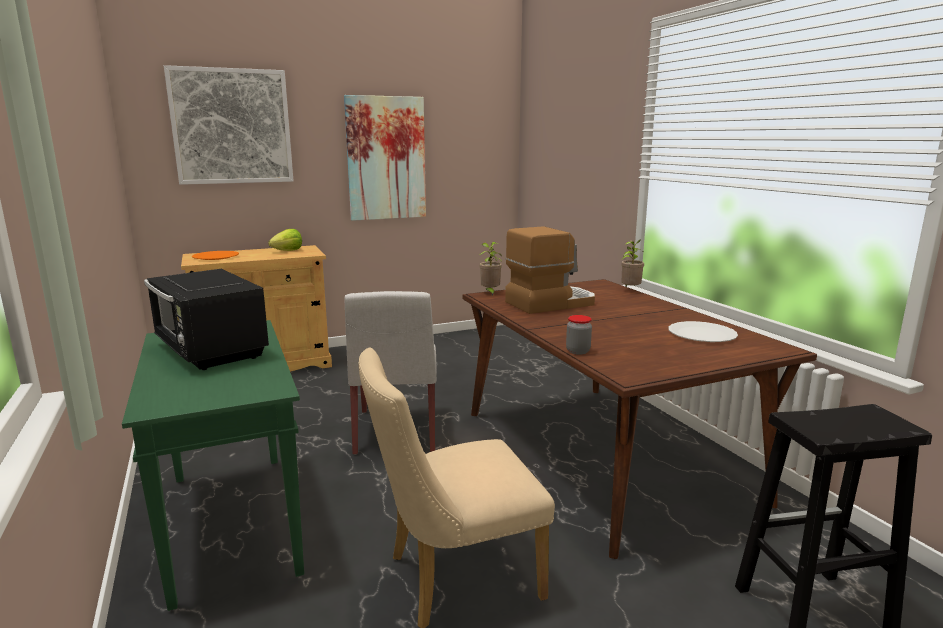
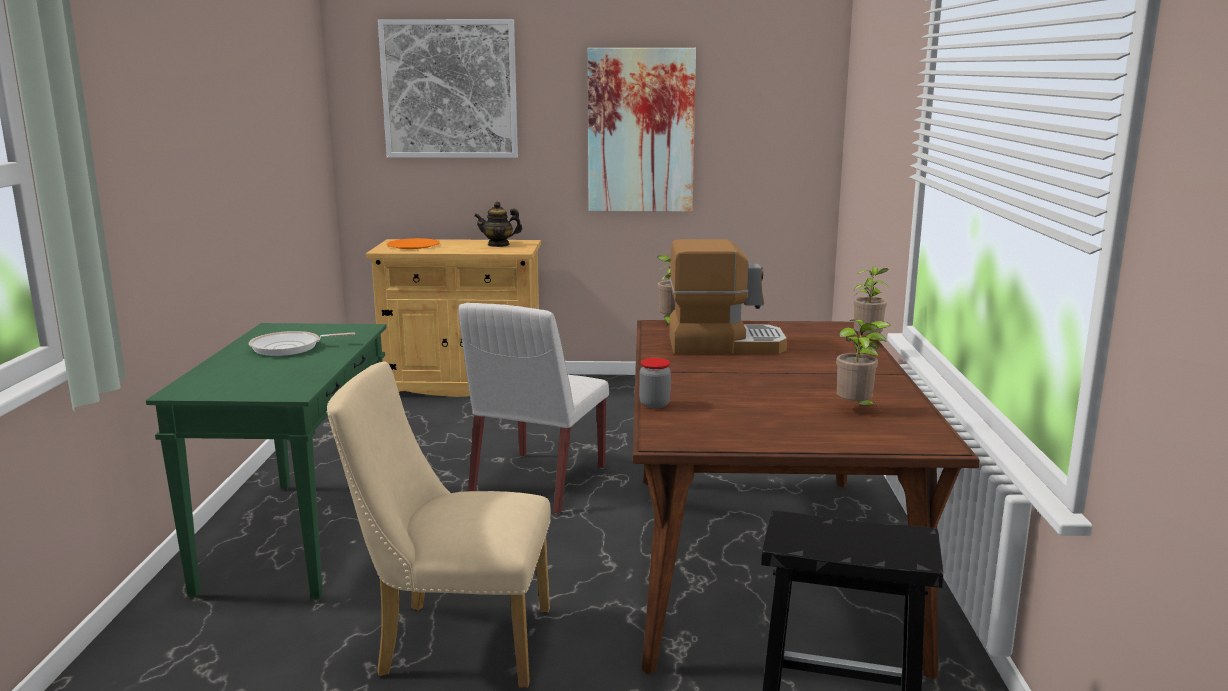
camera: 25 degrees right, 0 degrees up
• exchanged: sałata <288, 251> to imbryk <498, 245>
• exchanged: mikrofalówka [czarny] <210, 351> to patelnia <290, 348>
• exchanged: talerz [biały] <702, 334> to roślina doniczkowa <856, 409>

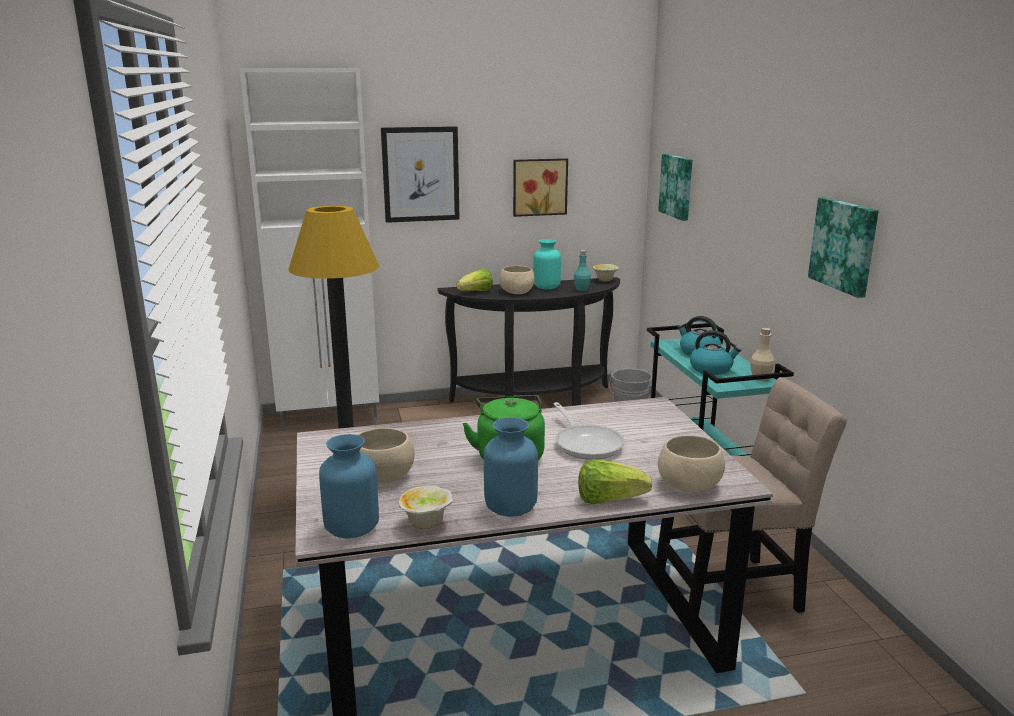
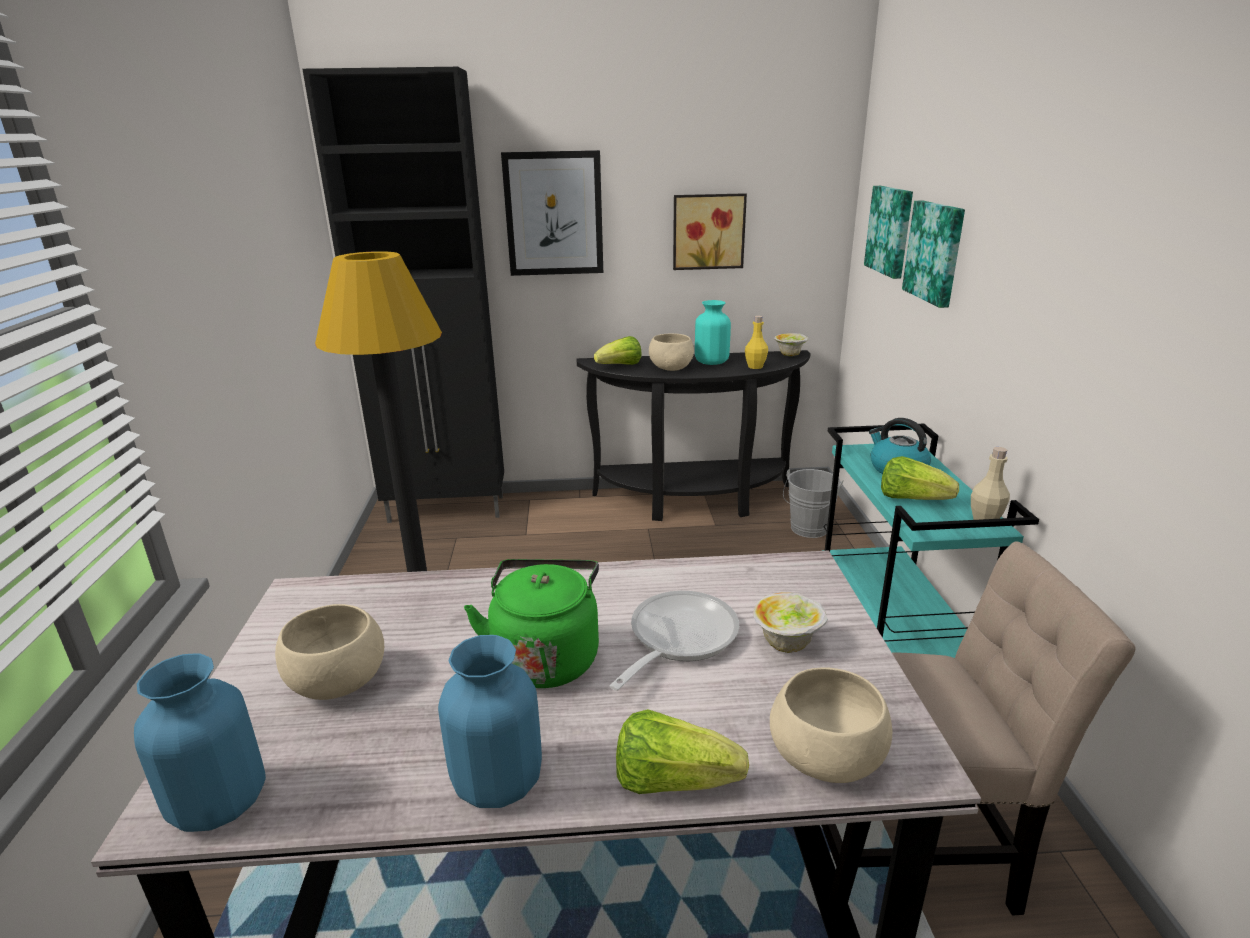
camera: 10 degrees right, 5 degrees up
• colour: szafka [biały] <331, 418> to szafka [czarny] <448, 509>
• relocated: obraz <845, 245> to <935, 252>
• colour: butelka [turkusowy] <581, 289> to butelka [żółty] <755, 367>
• exchanged: czajnik <711, 369> to sałata <911, 499>
• spun: patelnia <586, 443> = <677, 638> 135 degrees counterclockwise
• relocated: miska <427, 524> to <787, 645>

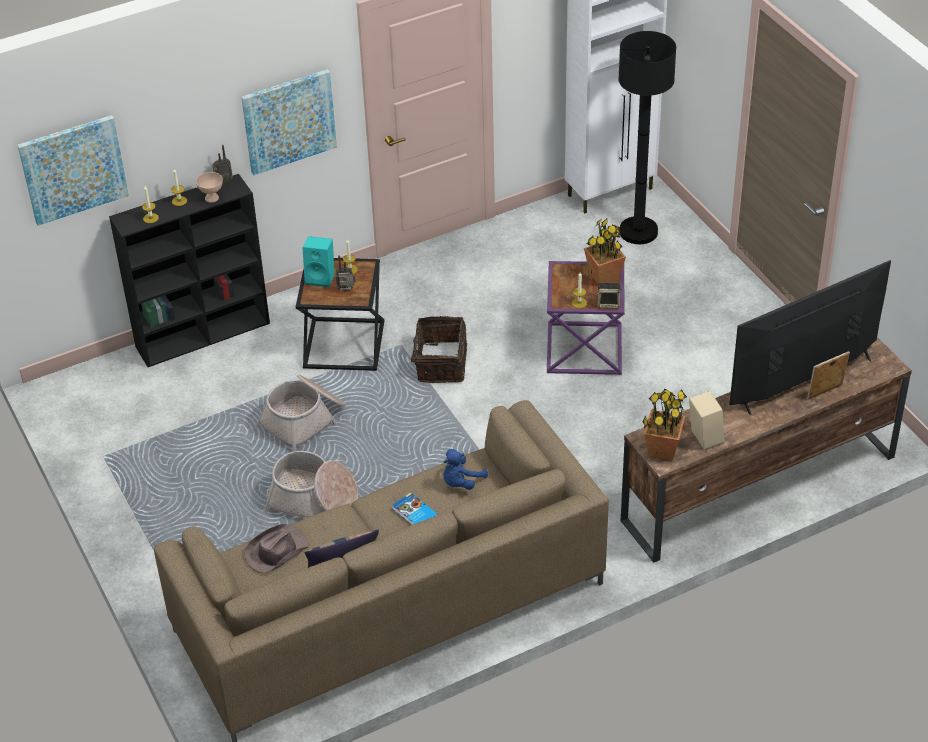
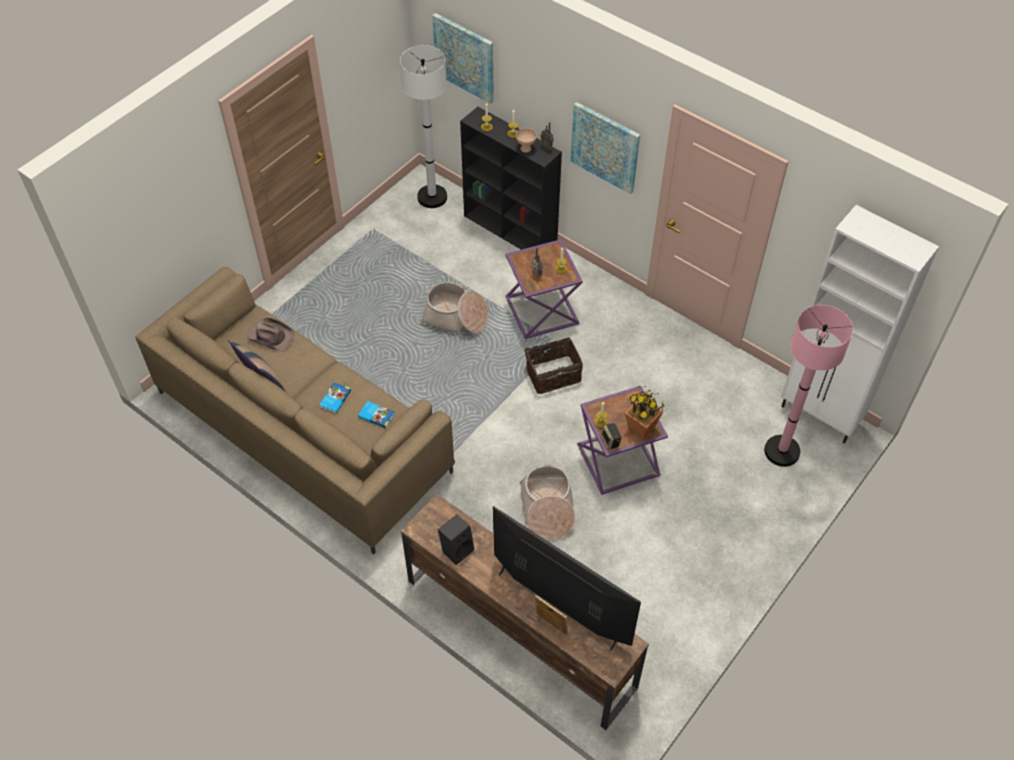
camera: 65 degrees right, 10 degrees up
• colour: lampa stojąca [czarny] <638, 232> to lampa stojąca [różowy] <782, 451>
• missing: głośnik [turkusowy] <321, 277>
• colour: stolik [czarny] <342, 345> to stolik [fioletowy] <540, 310>
• missing: roślina doniczkowa <662, 450>
• colour: głośnik [beżowy] <703, 437> to głośnik [czarny] <457, 549>
• exchanged: pluszak [niebieski] <461, 482> to książka <376, 415>
• relocated: koszyk <313, 500> to <547, 509>
• appeared: lampa stojąca [biały] <432, 197>

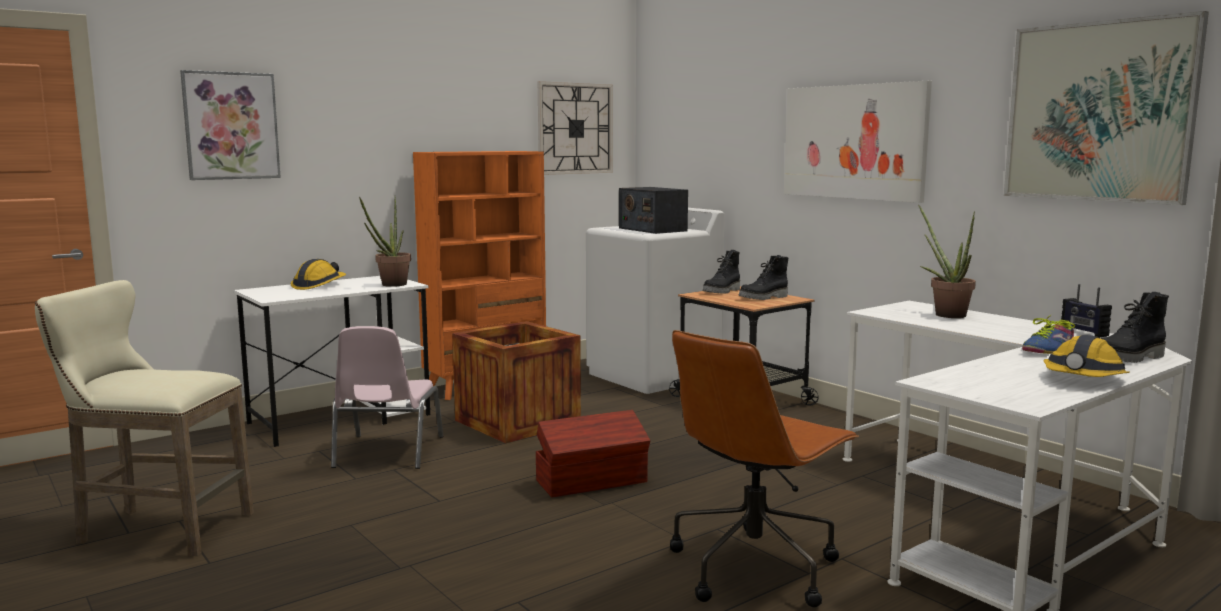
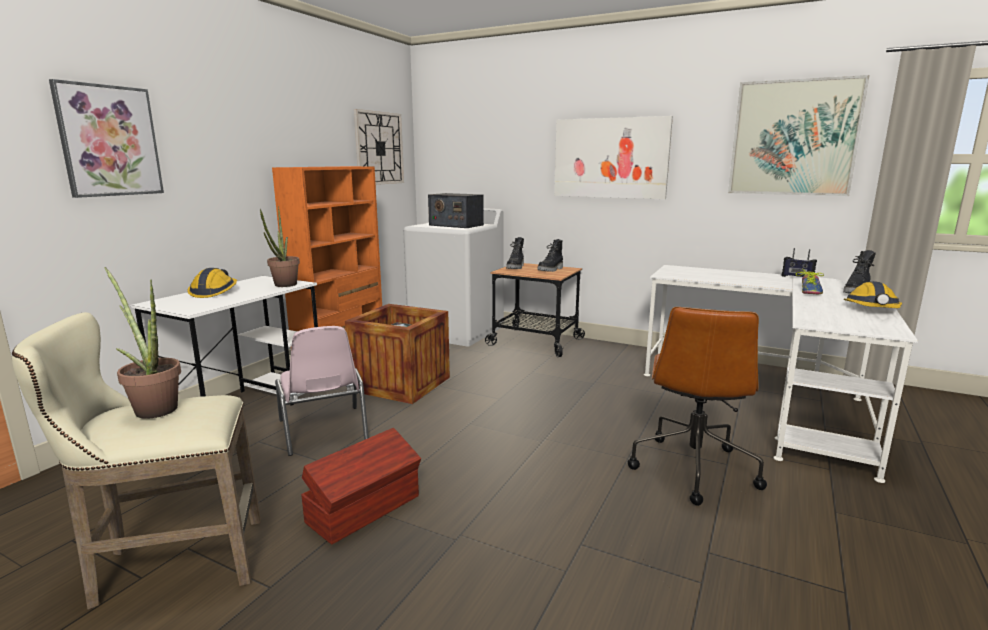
camera: 25 degrees left, 5 degrees up
• relocated: roślina doniczkowa <945, 314> to <153, 408>
• relocated: pojemnik do przechowywania [brązowy] <593, 482> to <365, 509>

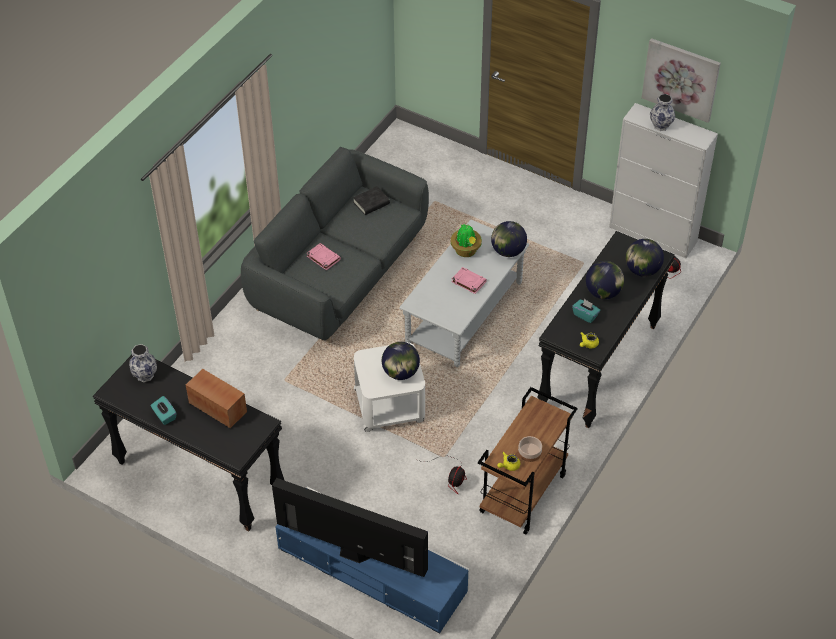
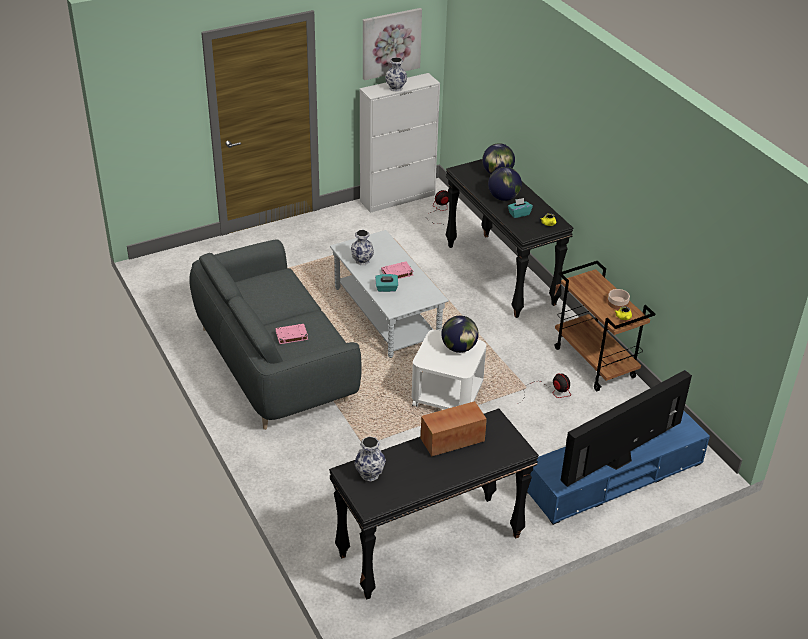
camera: 60 degrees left, 10 degrees down
• missing: książka [czarny] <371, 203>
• missing: globus <508, 251>
• exchanged: roślina doniczkowa <466, 251> to wazon <362, 261>
• relocated: pudełko chusteczek [turkusowy] <164, 416> to <386, 288>

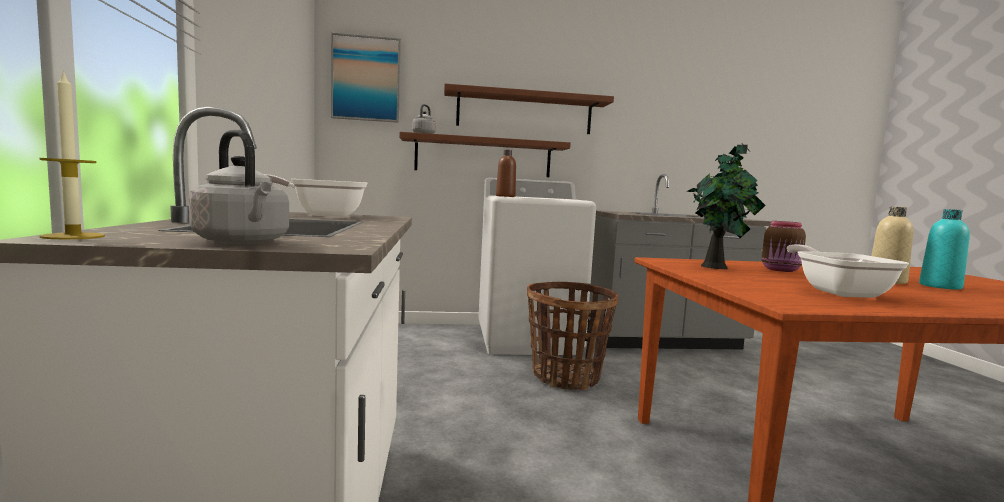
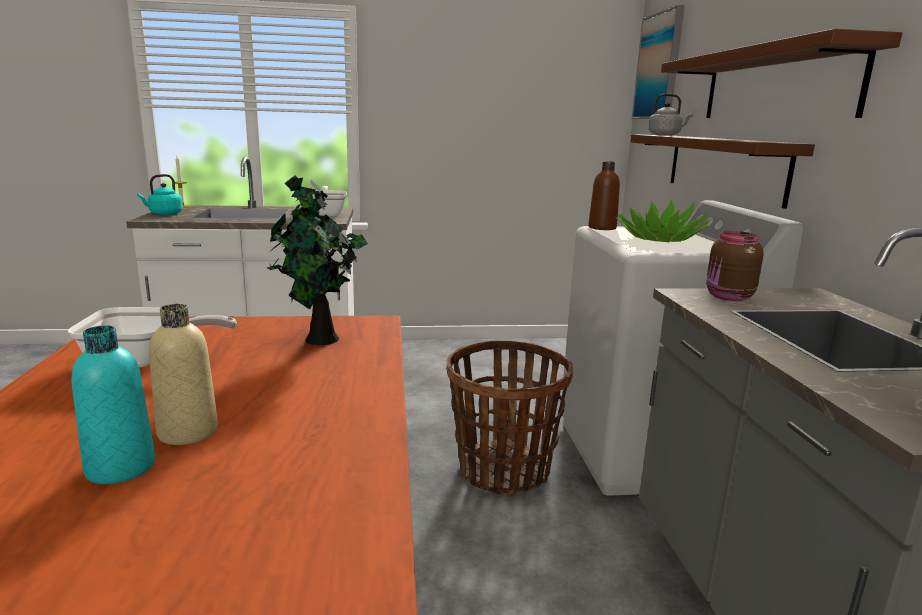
camera: 90 degrees right, 10 degrees up
• colour: czajnik [szary] <244, 242> to czajnik [turkusowy] <164, 214>
• relocated: słoik [brązowy] <781, 270> to <728, 297>
• appeared: roślina doniczkowa <659, 239>

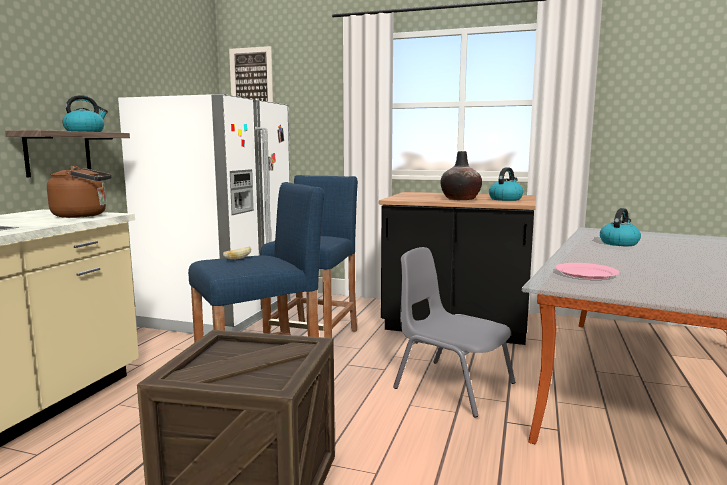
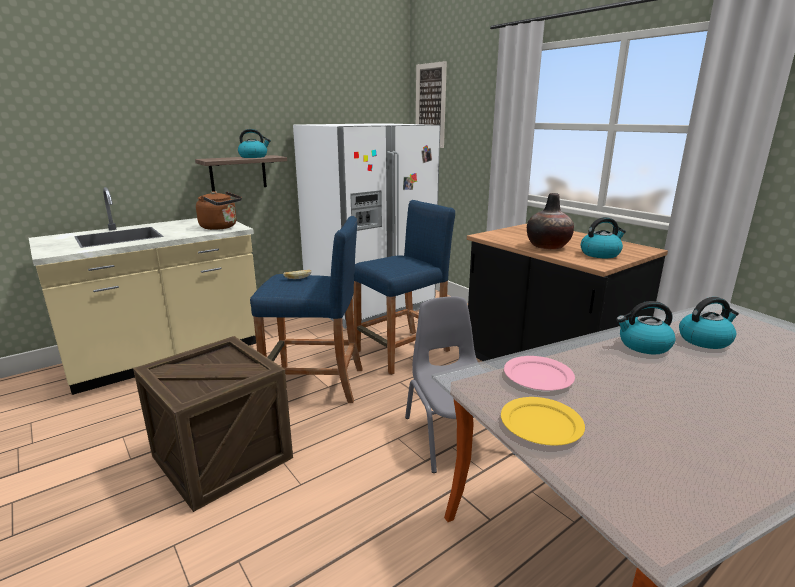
camera: 35 degrees right, 10 degrees up
• appeared: czajnik <643, 345>
• appeared: talerz [żółty] <541, 423>

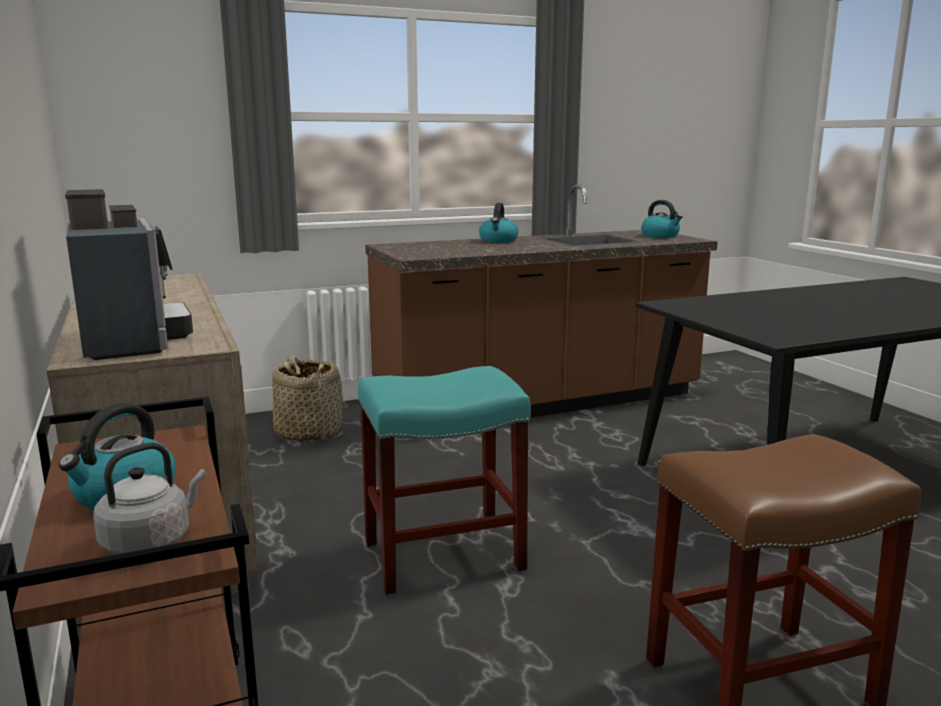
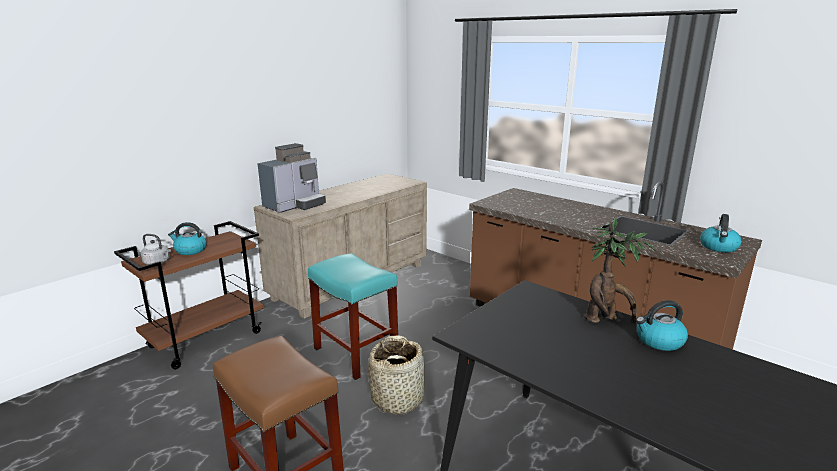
camera: 65 degrees right, 5 degrees up
• relocated: czajnik <498, 241> to <659, 341>
• relocated: koszyk <308, 432> to <398, 398>
• appeared: roślina doniczkowa <605, 319>

